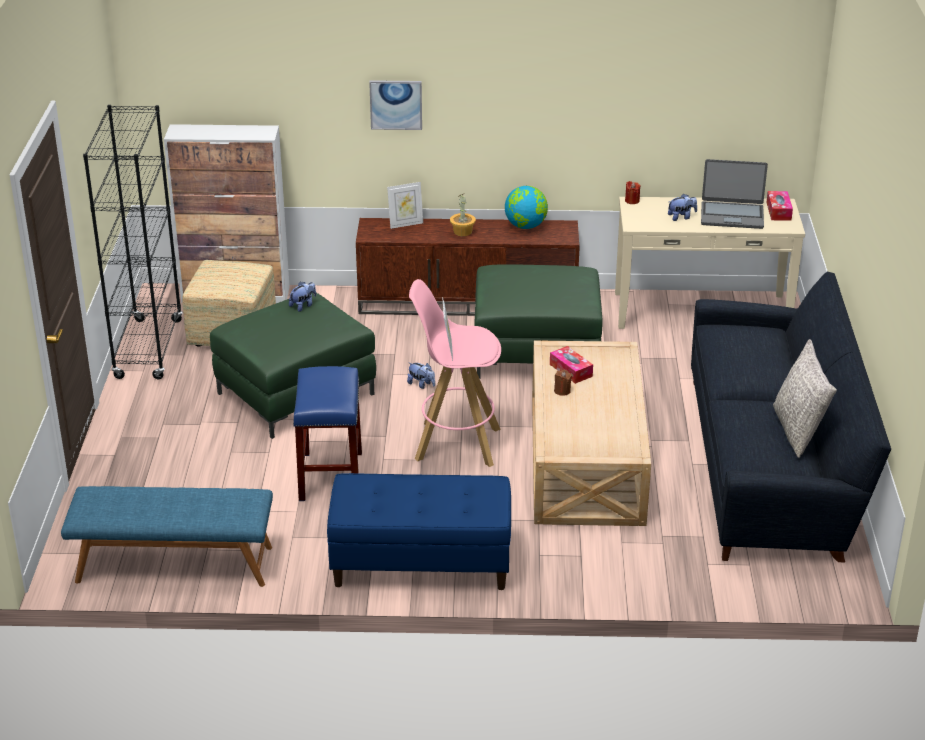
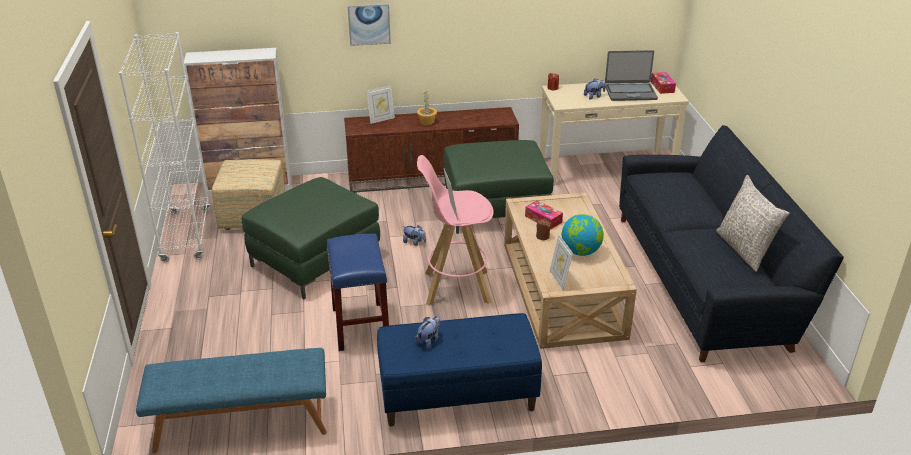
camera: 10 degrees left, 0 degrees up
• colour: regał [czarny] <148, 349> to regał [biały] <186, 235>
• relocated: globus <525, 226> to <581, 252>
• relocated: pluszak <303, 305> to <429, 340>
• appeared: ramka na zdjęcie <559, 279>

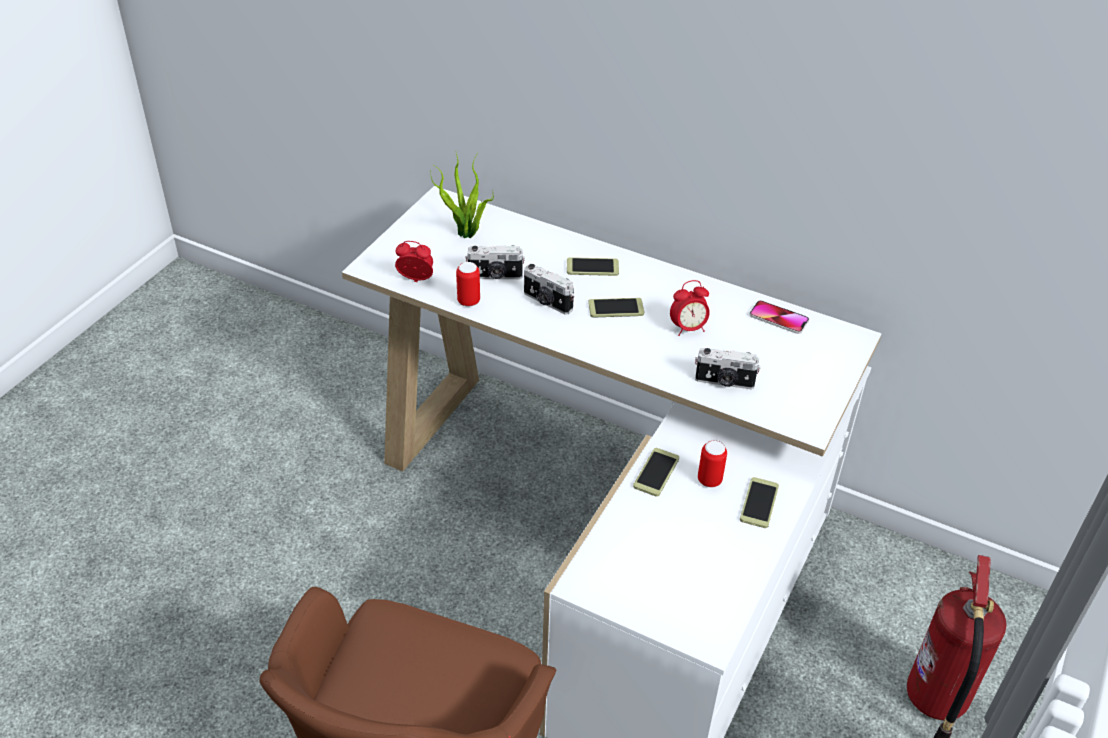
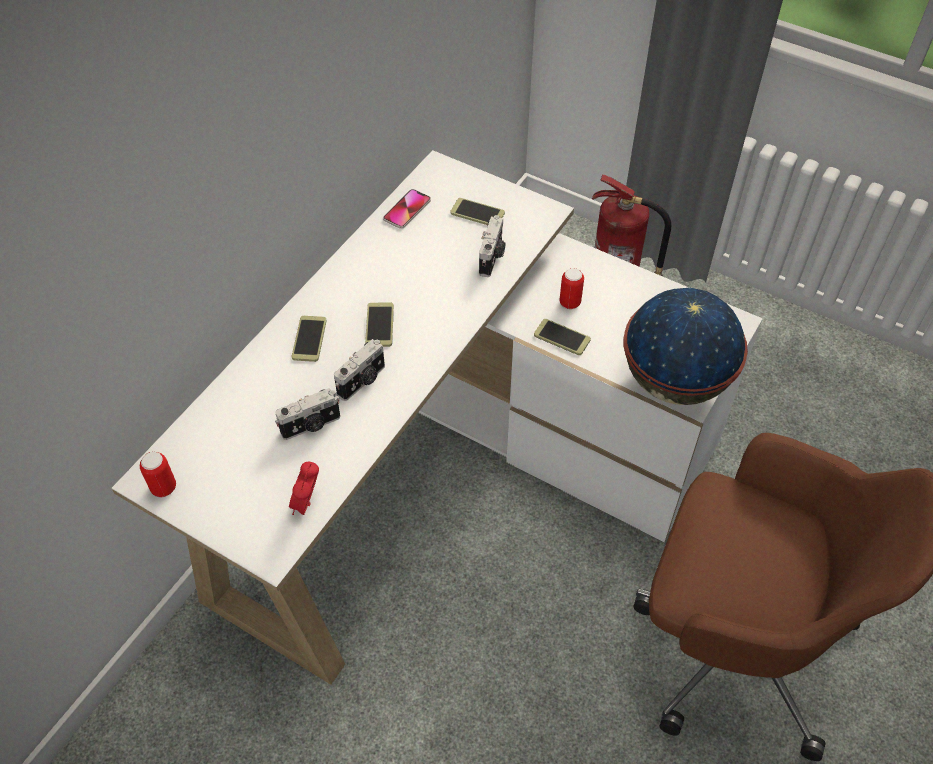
camera: 85 degrees left, 10 degrees up
• missing: roślina doniczkowa <467, 235>
• spun: aparat fotograficzny <495, 276> = <311, 426> 60 degrees clockwise
• relocated: puszka <468, 301> to <164, 487>
• missing: budzik <688, 328>
• relocated: telefon <759, 503> to <477, 213>
• appeared: globus <675, 381>

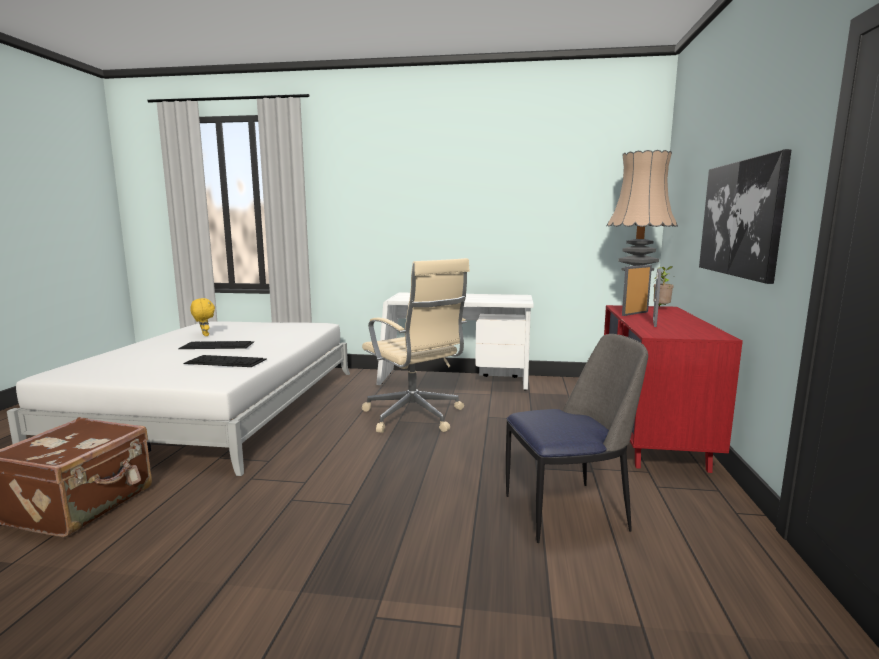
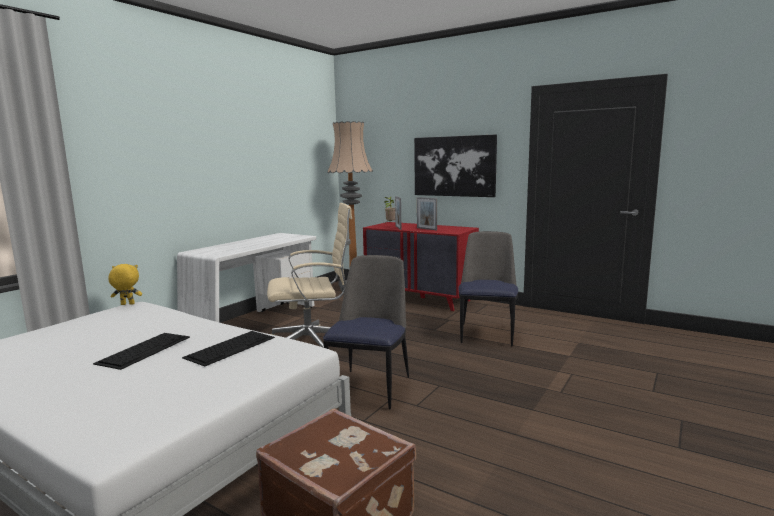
camera: 65 degrees left, 0 degrees up
• relocated: pluszak [żółty] <204, 335> to <127, 304>
• appeared: krzesło <370, 387>

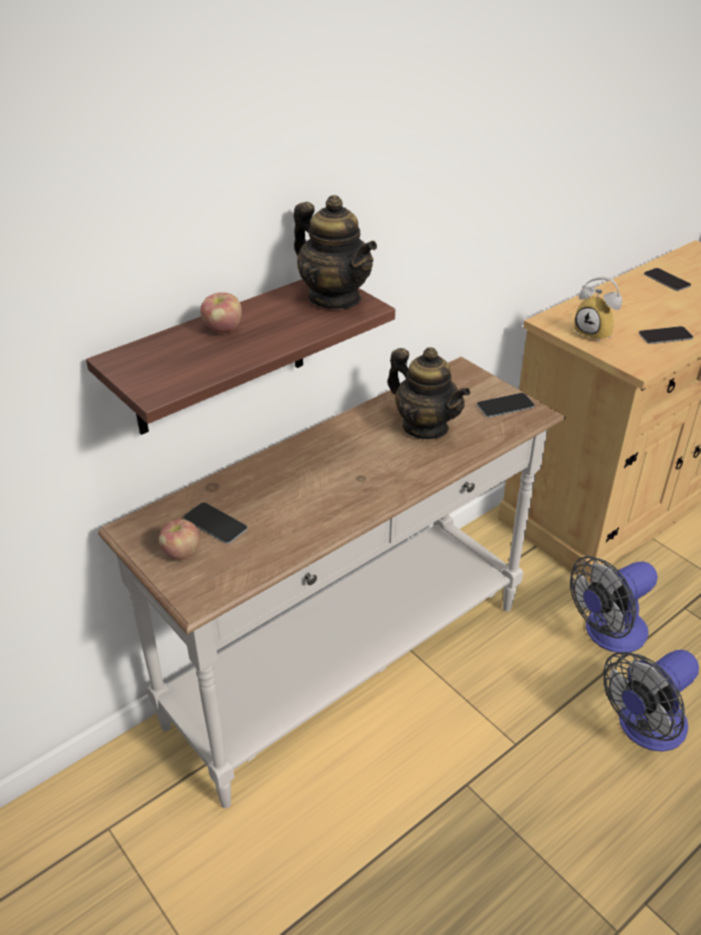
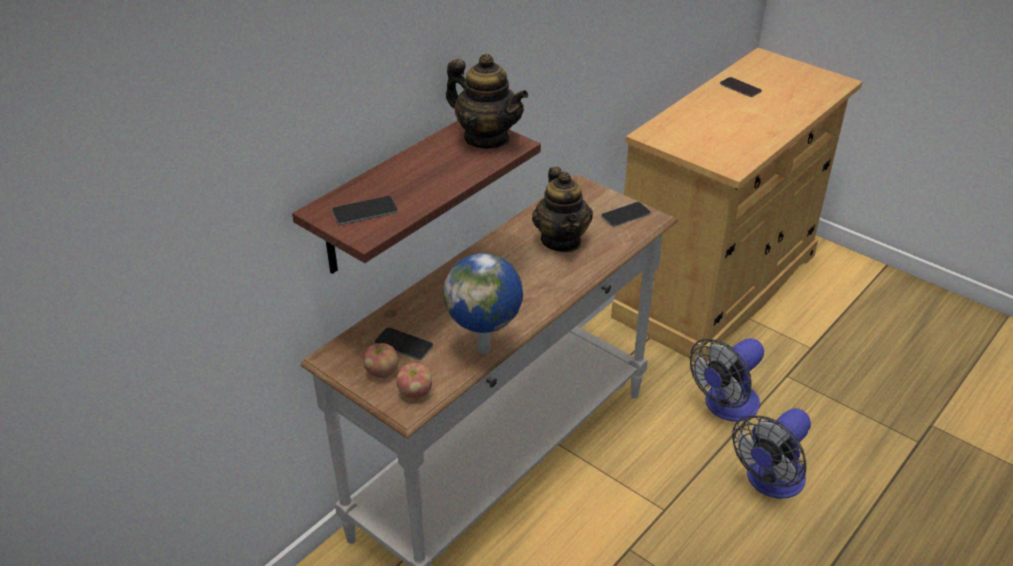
camera: 10 degrees left, 0 degrees up
• missing: budzik <596, 333>
• relocated: jabłko <223, 329> to <415, 392>
• relocated: telefon <665, 336> to <365, 211>
• spun: imbryk <425, 427> = <561, 240> 45 degrees clockwise
• appeared: globus <485, 349>

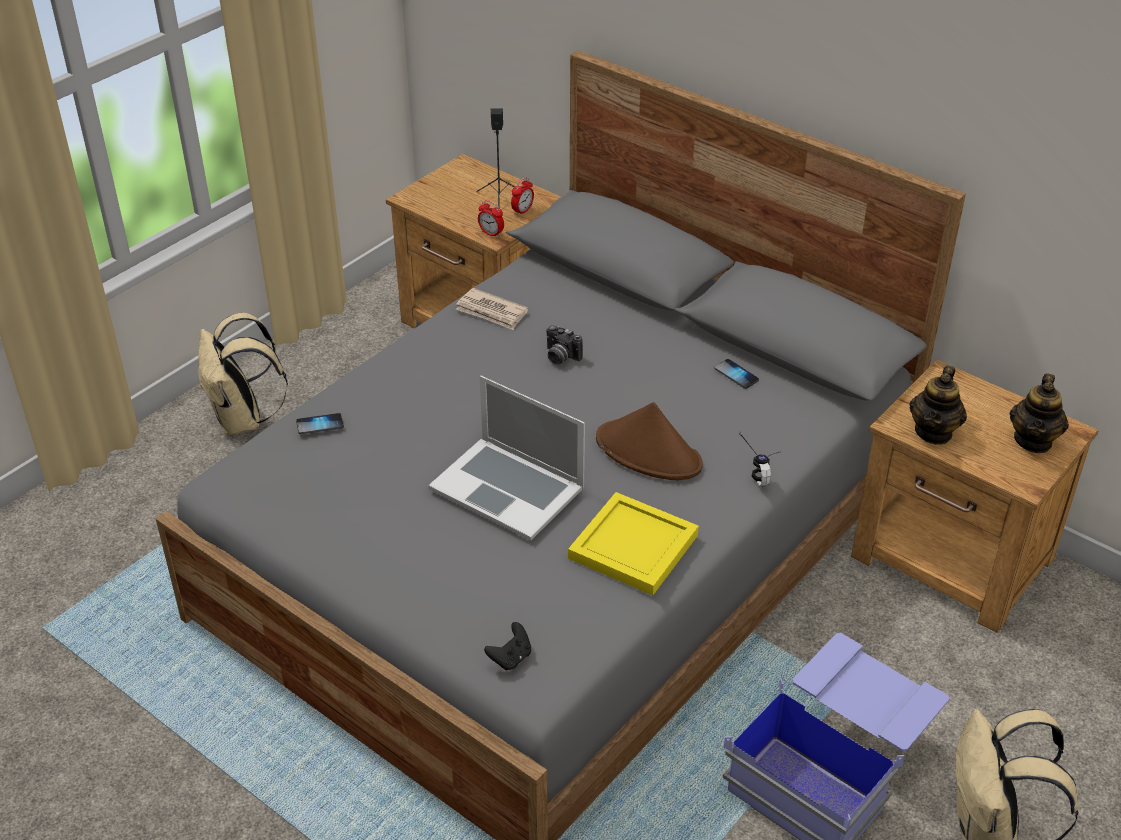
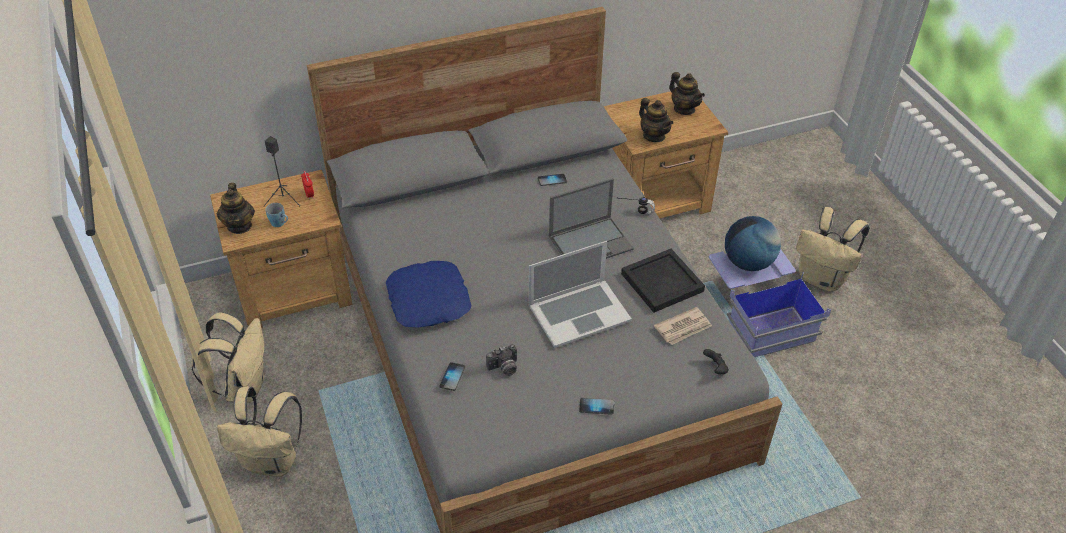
camera: 60 degrees left, 5 degrees up
• missing: budzik <491, 233>
• relocated: gazeta <492, 312> to <683, 328>
• relocated: aparat fotograficzny <560, 357> to <504, 368>
• exchanged: kapelusz [brązowy] <649, 452> to laptop <591, 242>
• colour: taca [żółty] <635, 546> to taca [czarny] <662, 281>
• appeared: imbryk <239, 226>
• appeared: kubek [niebieski] <280, 224>
• appeared: globus <748, 263>
• appeared: poduszka [niebieski] <429, 300>
• appeared: plecak [beżowy] <244, 386>
• appeared: telefon <596, 407>

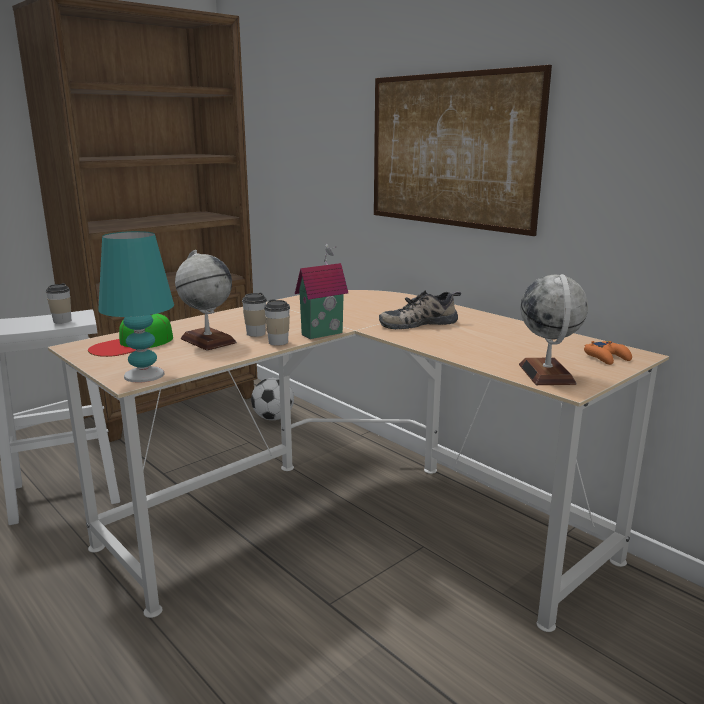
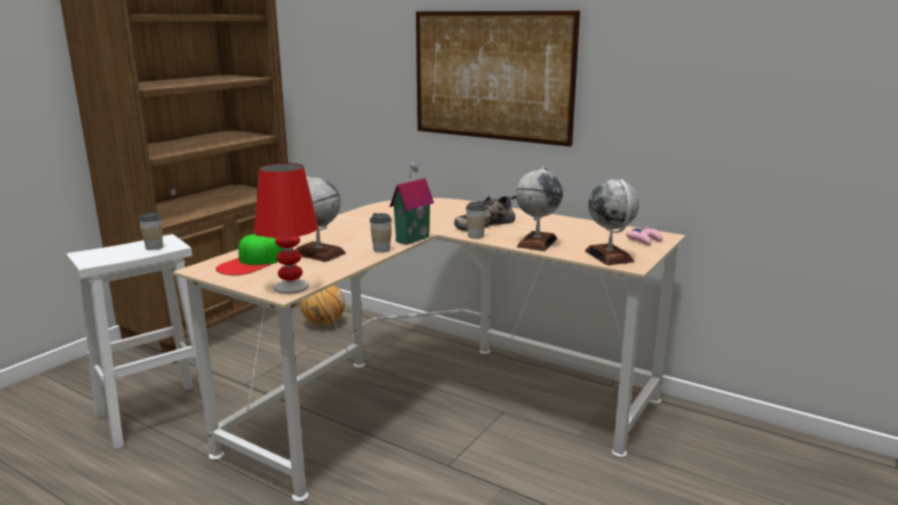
camera: 15 degrees left, 0 degrees up
• colour: lampa stołowa [turkusowy] <144, 375> to lampa stołowa [czerwony] <290, 287>
• relocated: filiżanka <256, 333> to <475, 236>
• colour: pad do gier [pomarańczowy] <607, 357> to pad do gier [różowy] <644, 240>
• exchanged: piłka futbolowa <273, 418> to piłka do koszykówki <323, 323>
• appeared: globus <537, 242>

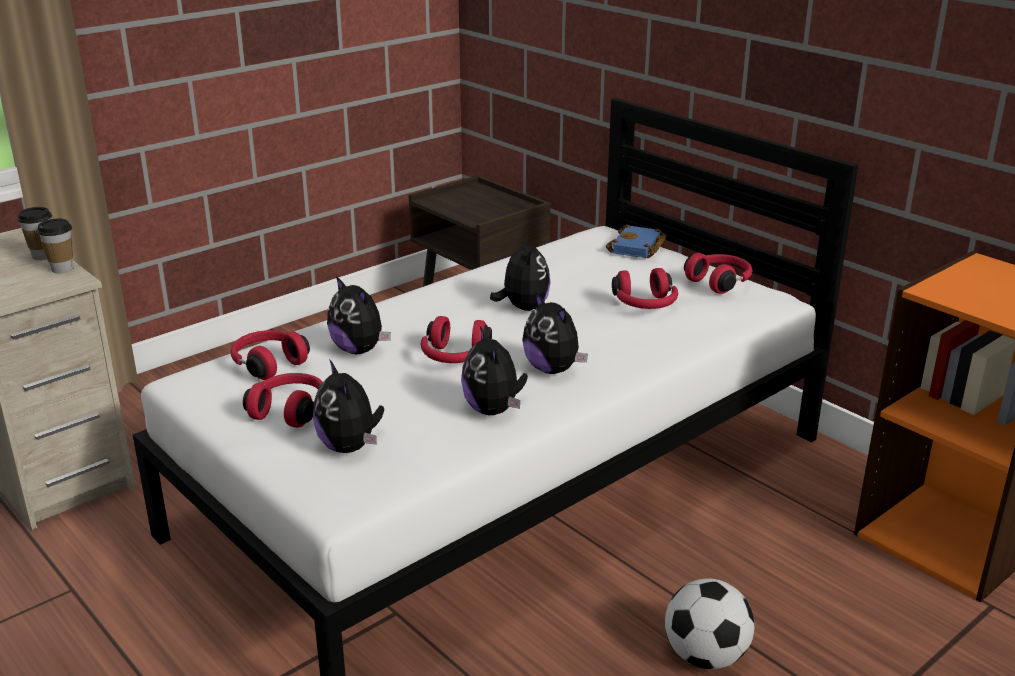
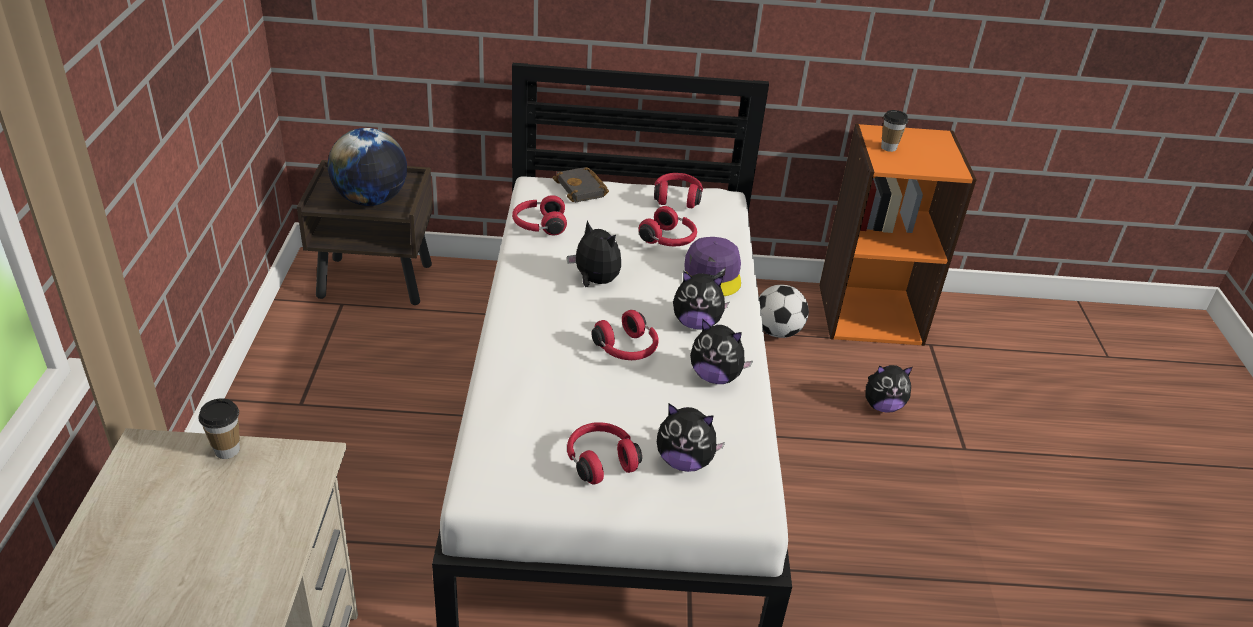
camera: 50 degrees left, 10 degrees up
• relocated: filiżanka <62, 269> to <888, 147>
• colour: książka [niebieski] <638, 248> to książka [czarny] <582, 189>
• relocated: pluszak <359, 350> to <882, 406>
• relocated: słuchawki [czerwony] <268, 364> to <539, 226>
• relocated: piłka futbolowa <705, 656> to <777, 331>
• appeared: globus <371, 200>
• appeared: czapka z daszkiem [fioletowy] <713, 274>

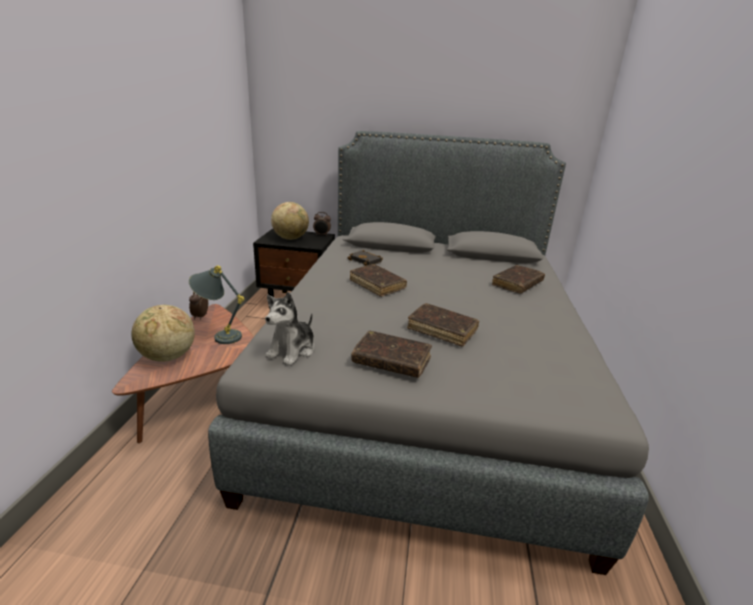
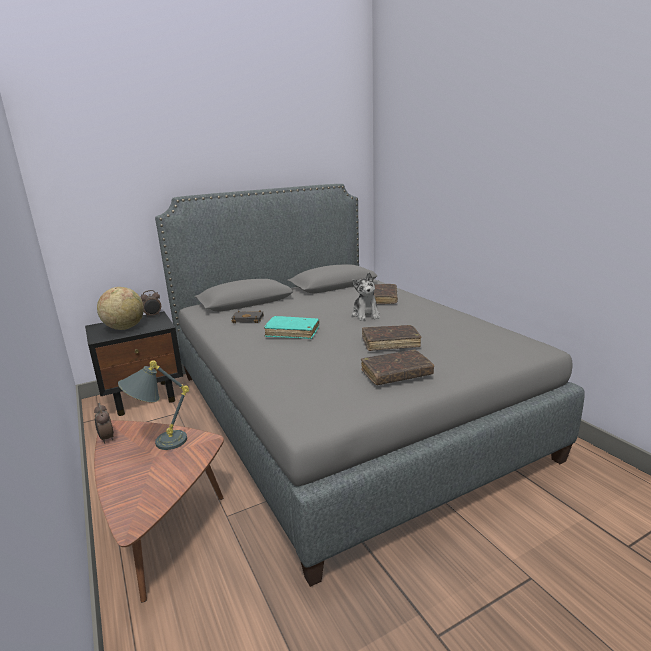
camera: 35 degrees left, 5 degrees down
• colour: książka [brązowy] <377, 285> to książka [turkusowy] <292, 332>
• relocated: pluszak <292, 350> to <366, 315>
• missing: globus <168, 357>

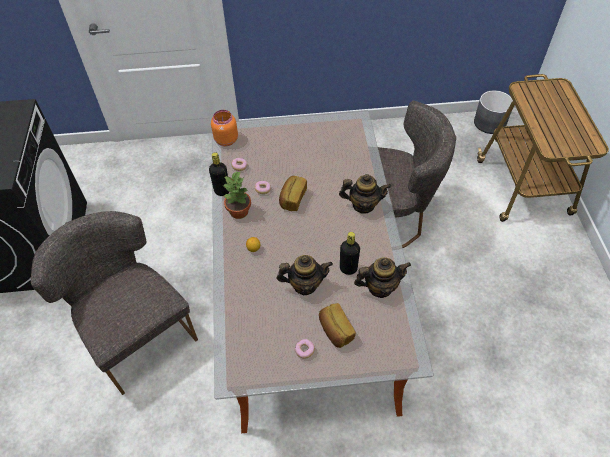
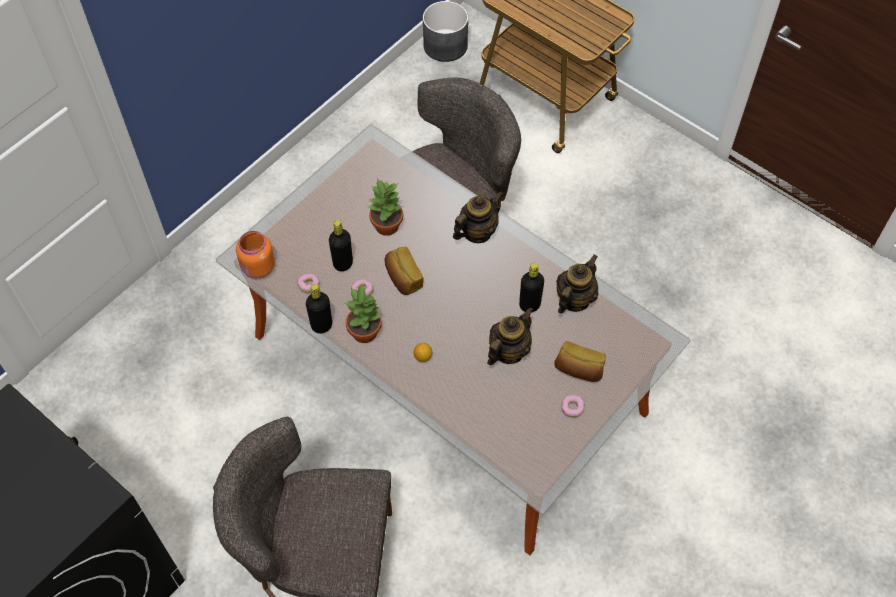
camera: 45 degrees left, 5 degrees up
• appeared: roślina doniczkowa <387, 226>
• appeared: butelka [czarny] <343, 263>

